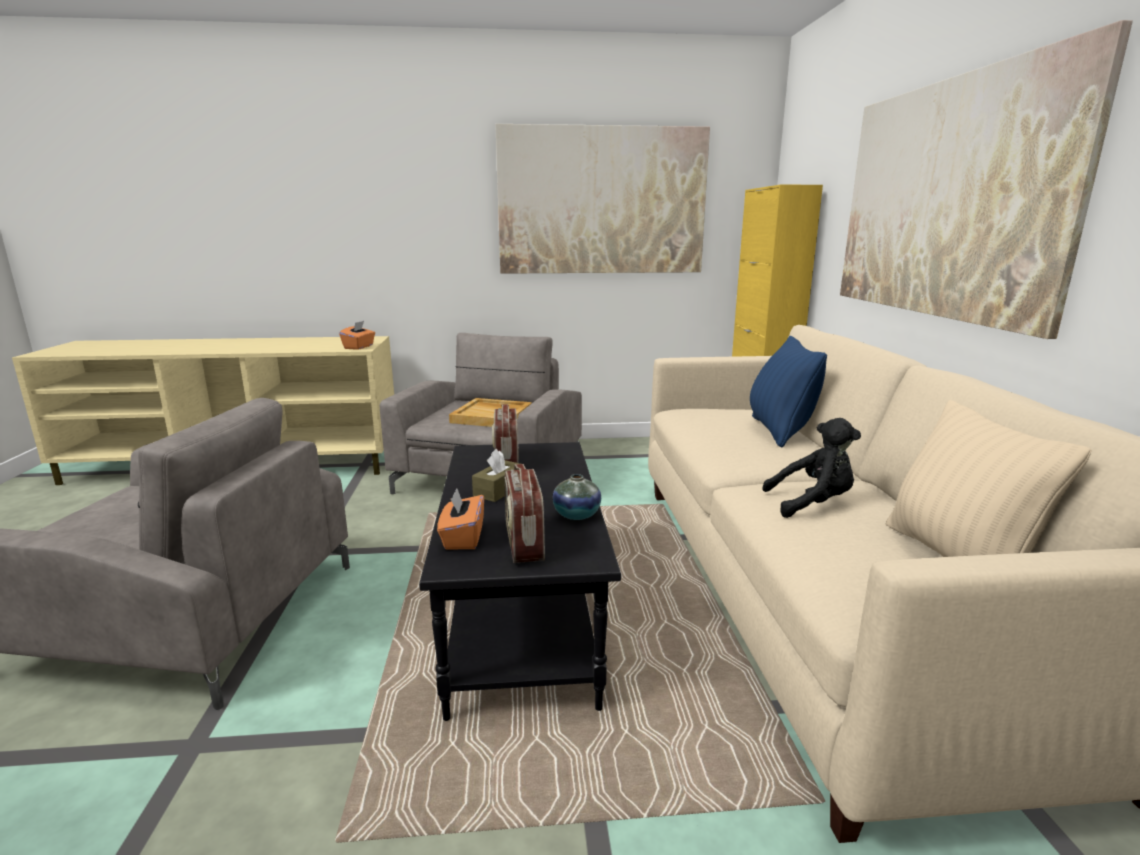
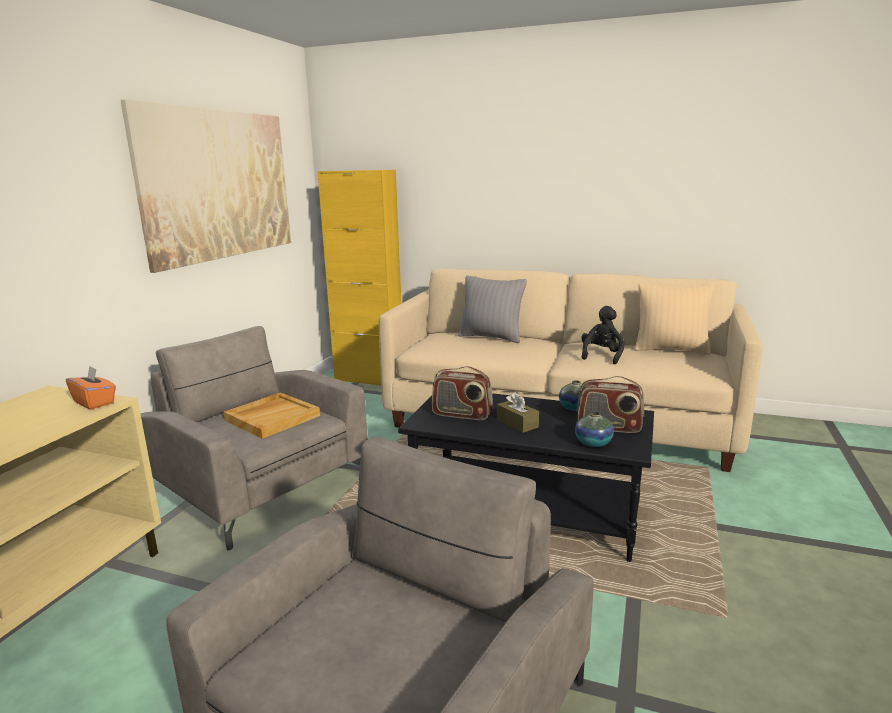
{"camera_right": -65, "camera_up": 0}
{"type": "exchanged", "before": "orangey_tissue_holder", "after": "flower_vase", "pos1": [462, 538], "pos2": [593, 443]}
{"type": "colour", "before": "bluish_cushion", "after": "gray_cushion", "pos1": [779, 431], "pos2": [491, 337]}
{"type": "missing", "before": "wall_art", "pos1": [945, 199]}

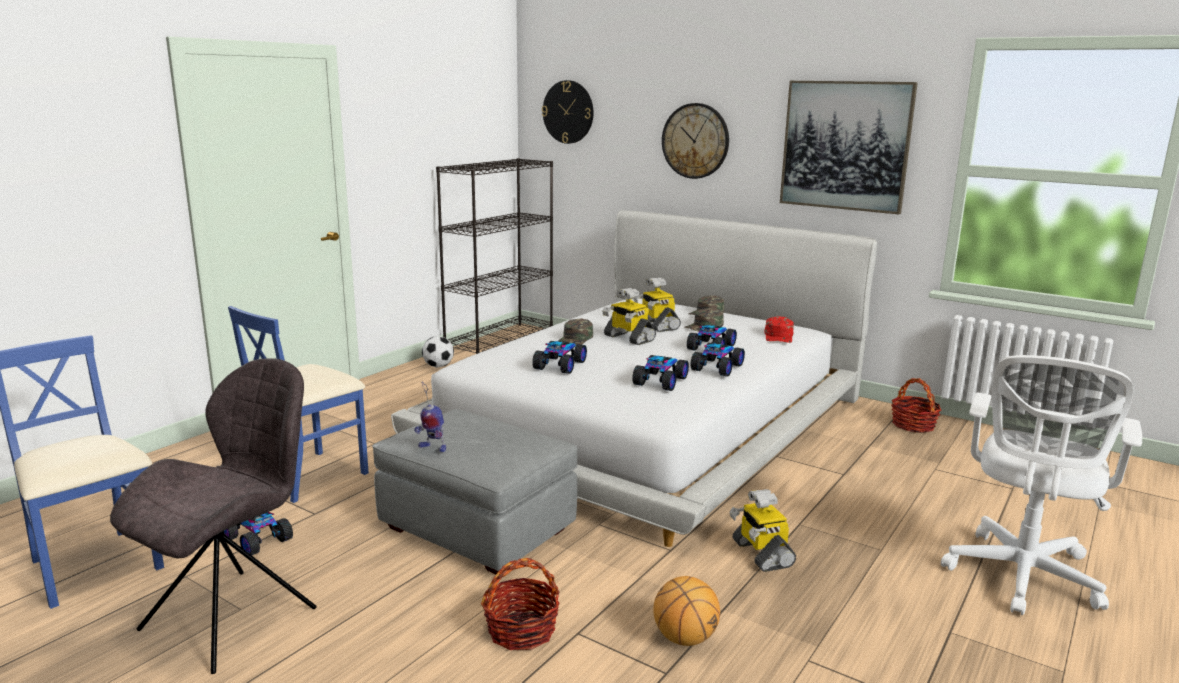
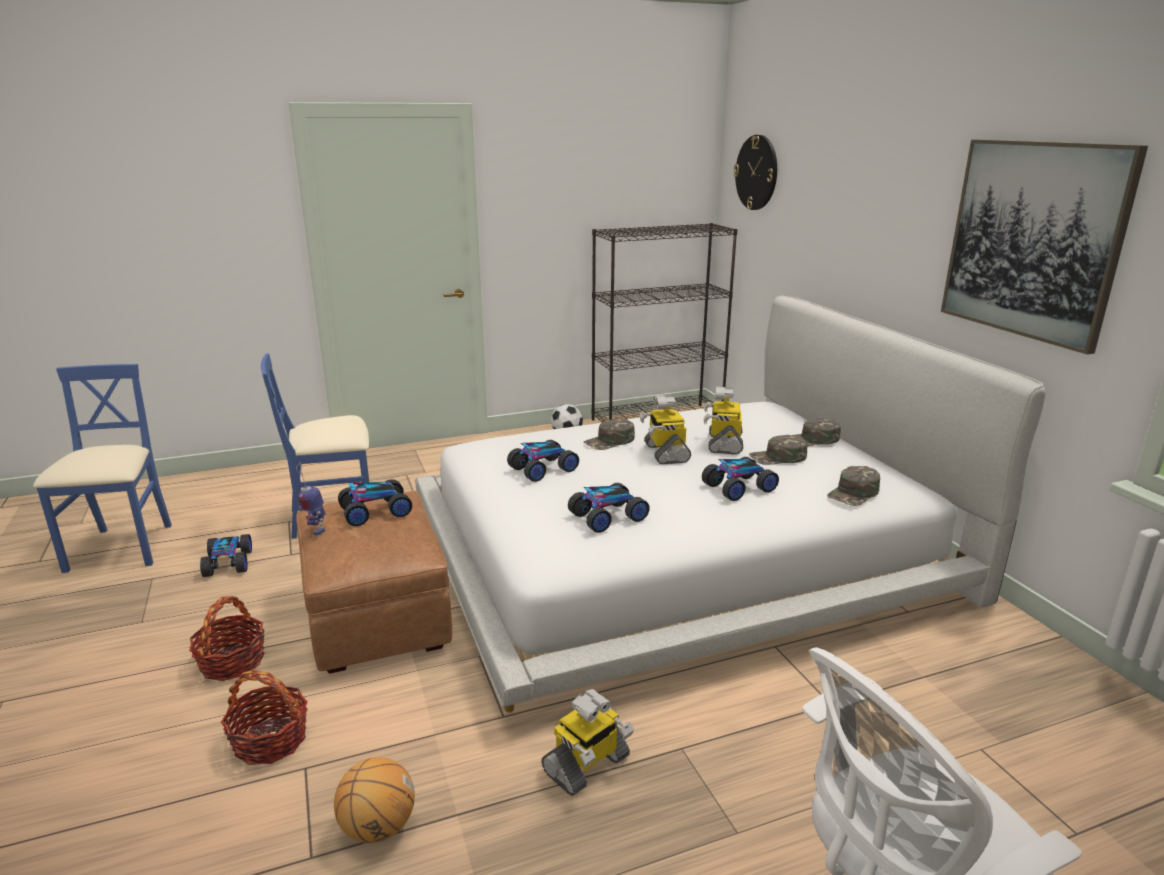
{"camera_right": 35, "camera_up": 5}
{"type": "missing", "before": "gray_chair", "pos1": [235, 616]}
{"type": "colour", "before": "gray_ottoman", "after": "brown-coloured_ottoman", "pos1": [478, 529], "pos2": [377, 617]}
{"type": "missing", "before": "wall_clock", "pos1": [695, 141]}
{"type": "relocated", "before": "miniature_car", "pos1": [718, 368], "pos2": [376, 512]}
{"type": "spun", "before": "robot_figure", "pos1": [761, 553], "pos2": [587, 766], "turn": -150}
{"type": "colour", "before": "red-coloured_cap", "after": "green-coloured_cap", "pos1": [779, 336], "pos2": [854, 493]}
{"type": "relocated", "before": "storage_basket", "pos1": [913, 425], "pos2": [232, 662]}

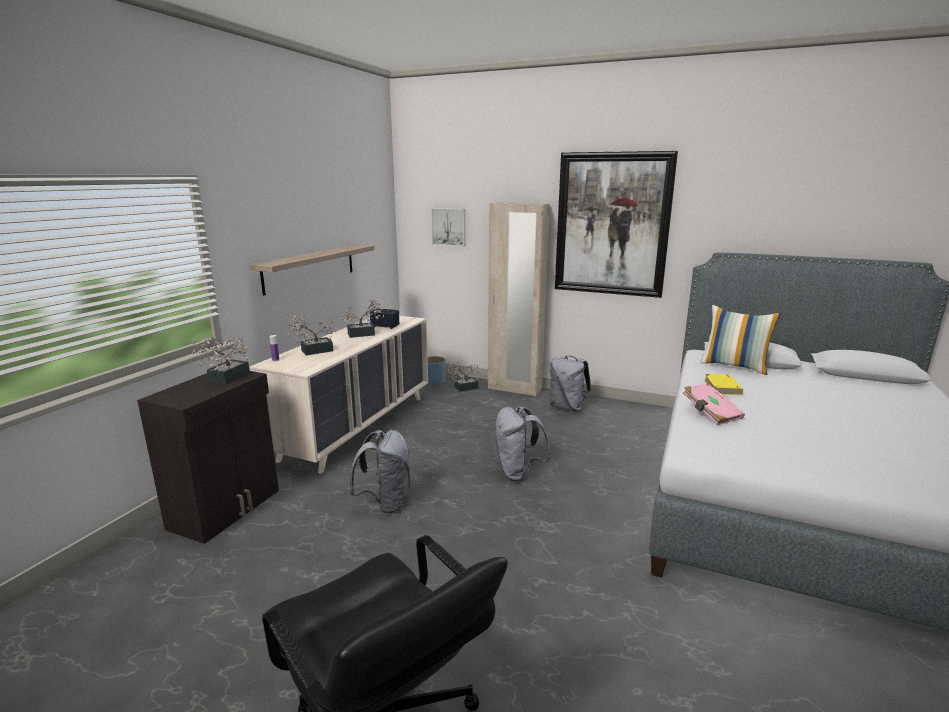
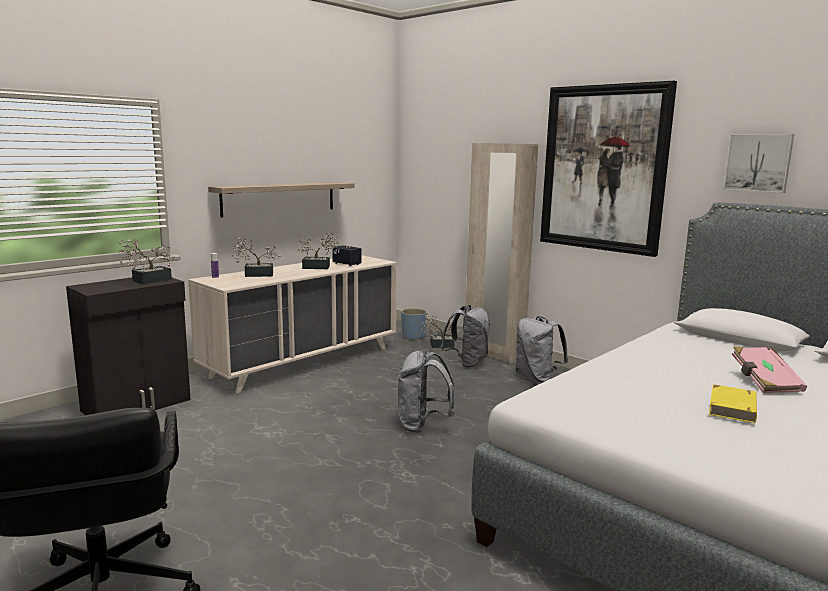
{"camera_right": 20, "camera_up": -5}
{"type": "relocated", "before": "gray_backpack", "pos1": [385, 502], "pos2": [467, 363]}
{"type": "relocated", "before": "wall_art", "pos1": [449, 227], "pos2": [758, 163]}
{"type": "relocated", "before": "pink_volume", "pos1": [710, 413], "pos2": [764, 382]}
{"type": "missing", "before": "cushion", "pos1": [734, 366]}
{"type": "relocated", "before": "yellow_volume", "pos1": [722, 387], "pos2": [733, 408]}

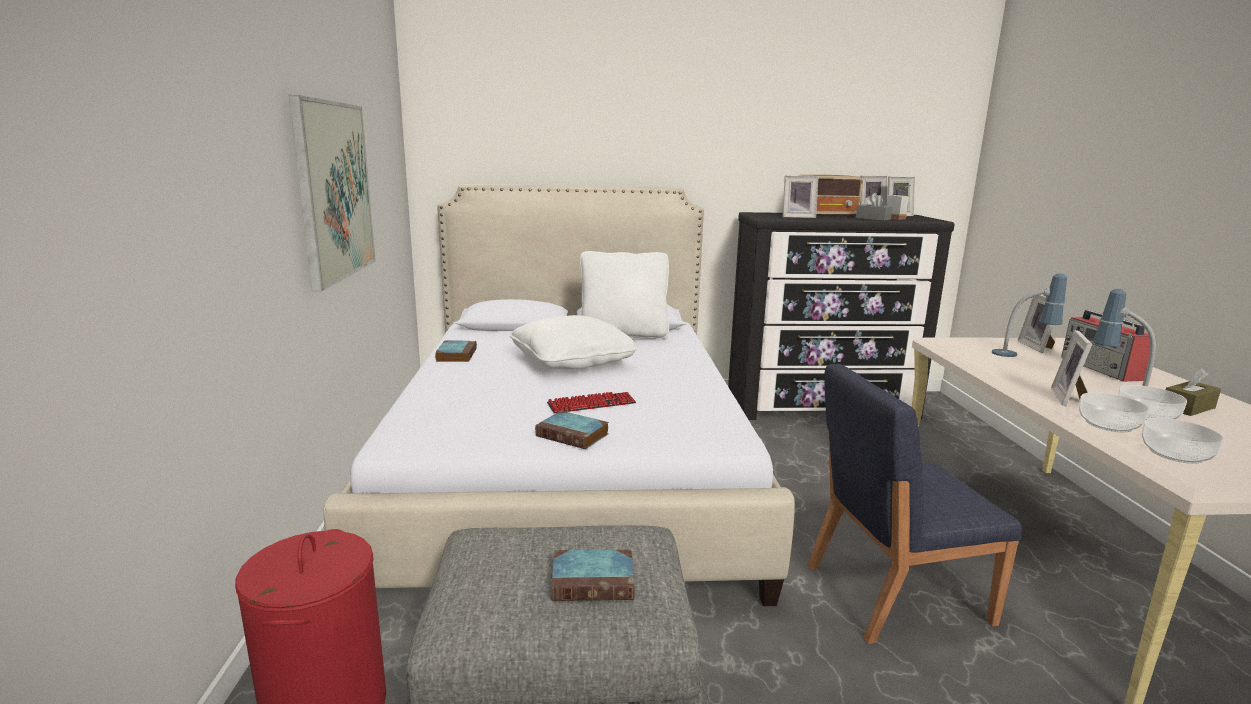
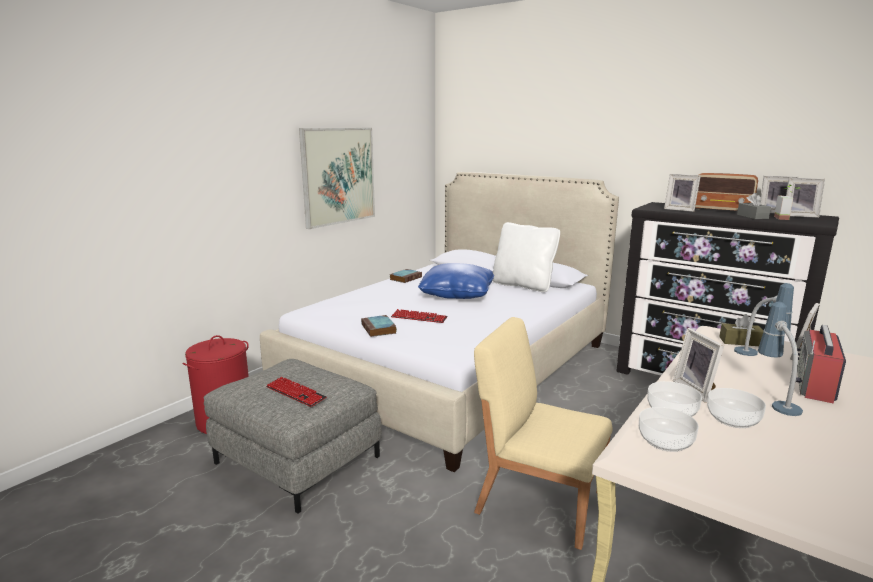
{"camera_right": 40, "camera_up": 0}
{"type": "colour", "before": "whitish_cushion", "after": "bluish_cushion", "pos1": [572, 362], "pos2": [457, 294]}
{"type": "exchanged", "before": "volume", "after": "PC_keyboard", "pos1": [595, 581], "pos2": [295, 393]}
{"type": "colour", "before": "bluish_chair", "after": "sand-coloured_chair", "pos1": [893, 593], "pos2": [538, 501]}
{"type": "spun", "before": "standing_frame", "pos1": [1069, 398], "pos2": [697, 390], "turn": -75}
{"type": "relocated", "before": "brown-coloured_tissue_holder", "pos1": [1188, 407], "pos2": [740, 341]}

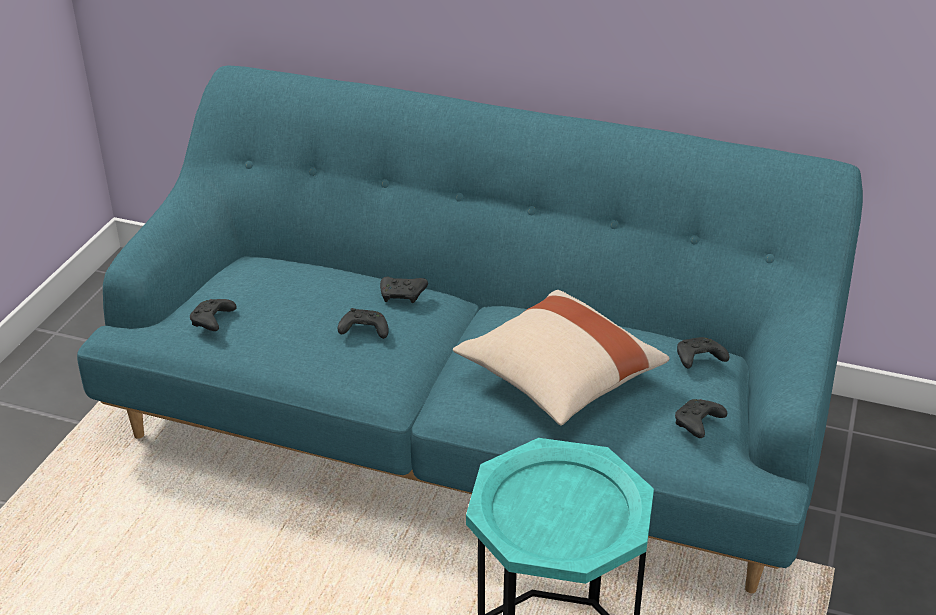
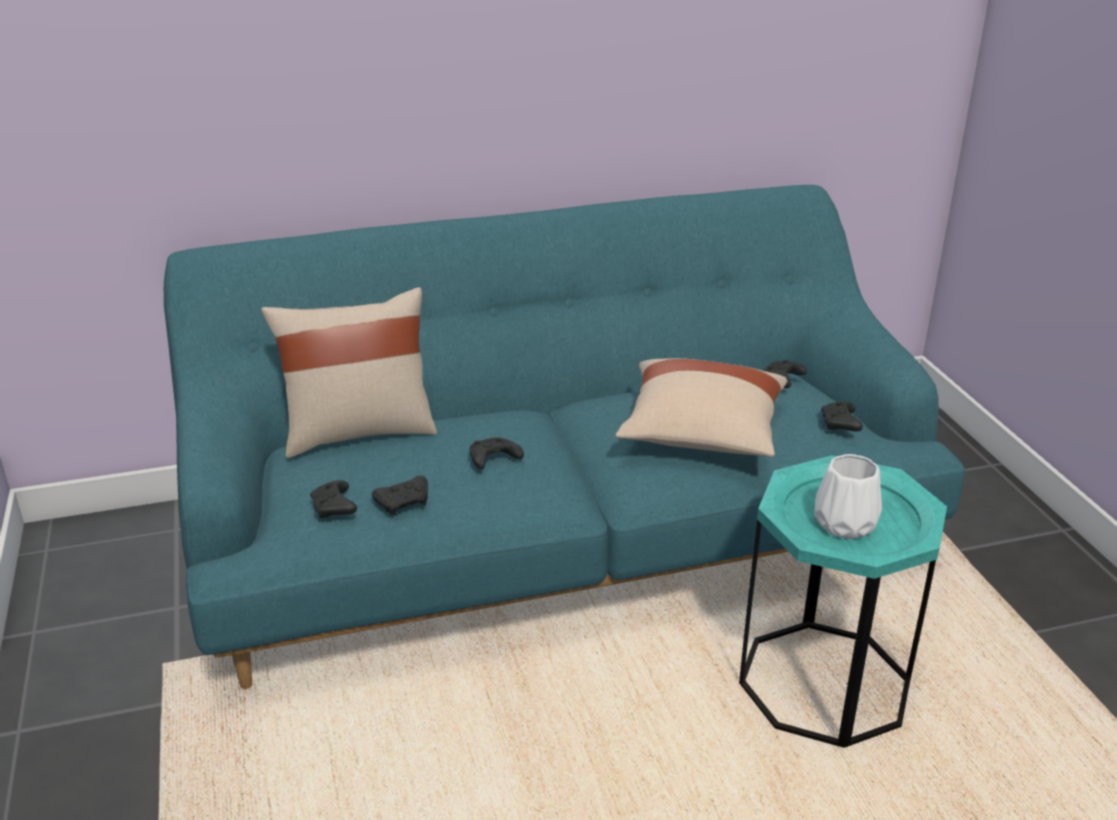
{"camera_right": -35, "camera_up": -5}
{"type": "relocated", "before": "black_joypad", "pos1": [403, 295], "pos2": [404, 502]}
{"type": "appeared", "after": "sand-coloured_cushion", "pos2": [359, 432]}
{"type": "appeared", "after": "whitish_flower_vase", "pos2": [845, 523]}

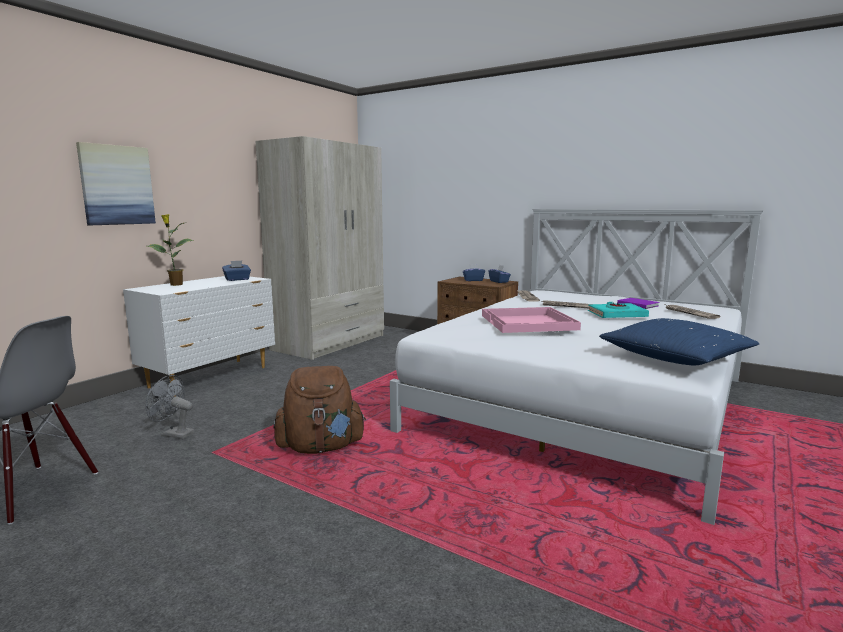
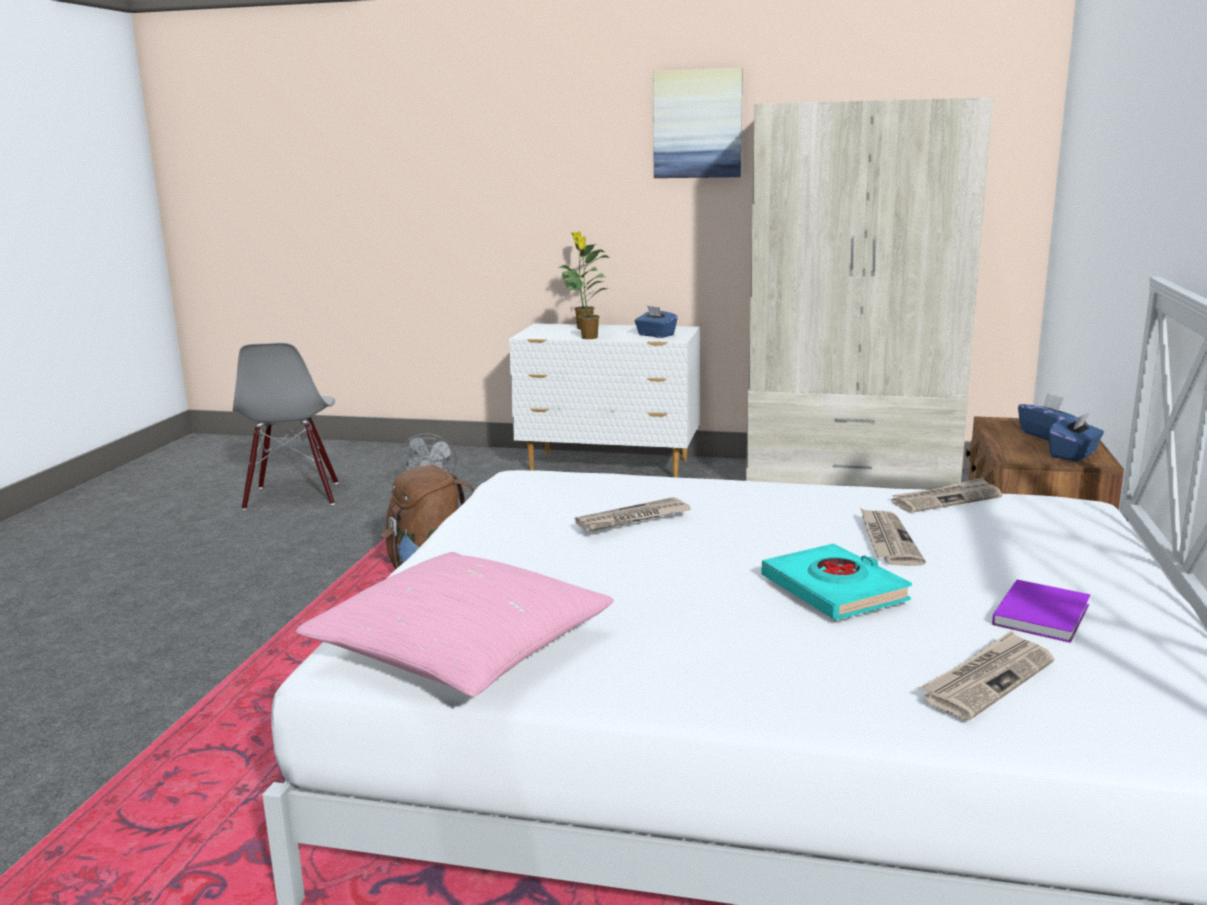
{"camera_right": 70, "camera_up": 5}
{"type": "relocated", "before": "wall_art", "pos1": [117, 185], "pos2": [697, 124]}
{"type": "exchanged", "before": "pink_tray", "after": "newspaper", "pos1": [529, 322], "pos2": [633, 519]}
{"type": "colour", "before": "bluish_cushion", "after": "pink_cushion", "pos1": [676, 358], "pos2": [462, 650]}
{"type": "appeared", "after": "plant_in_a_pot", "pos2": [588, 337]}

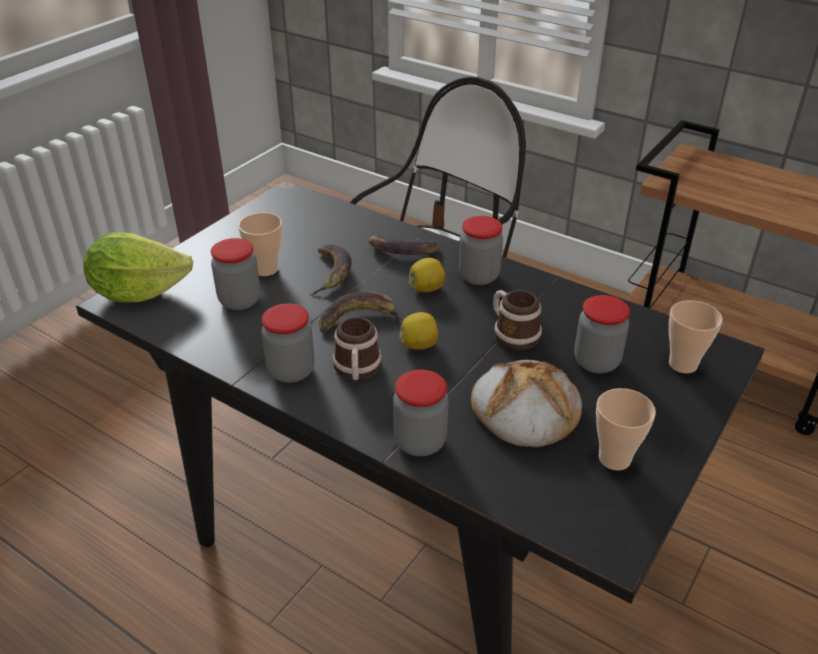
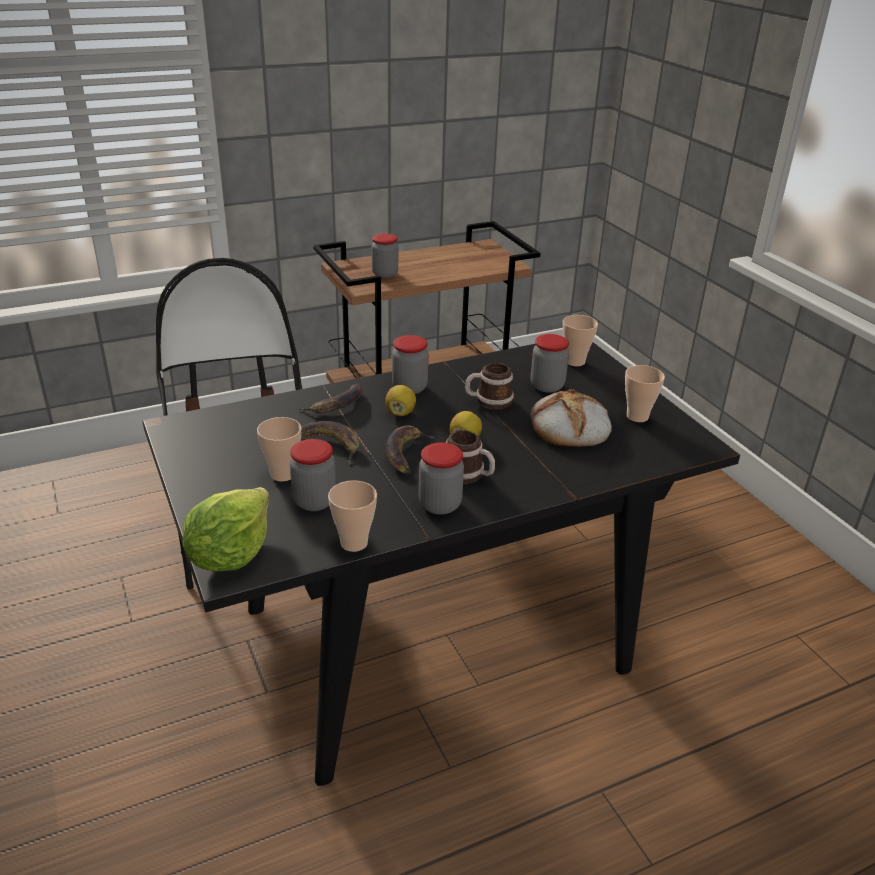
{"camera_right": -60, "camera_up": -5}
{"type": "relocated", "before": "preserve_jar", "pos1": [420, 442], "pos2": [385, 274]}
{"type": "appeared", "after": "cup", "pos2": [354, 543]}

